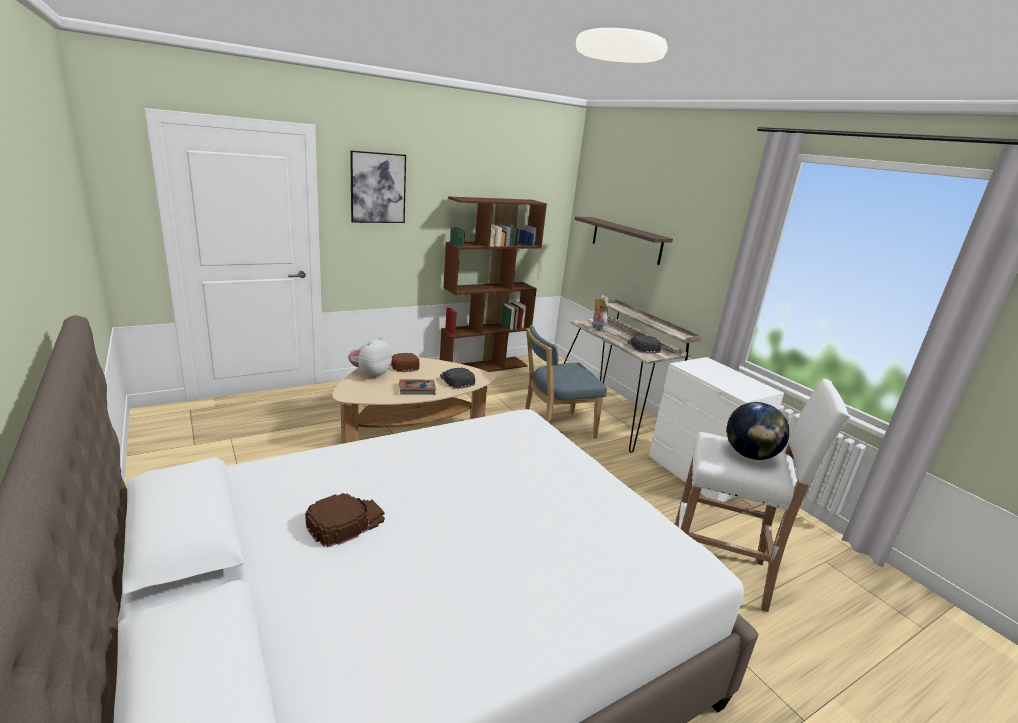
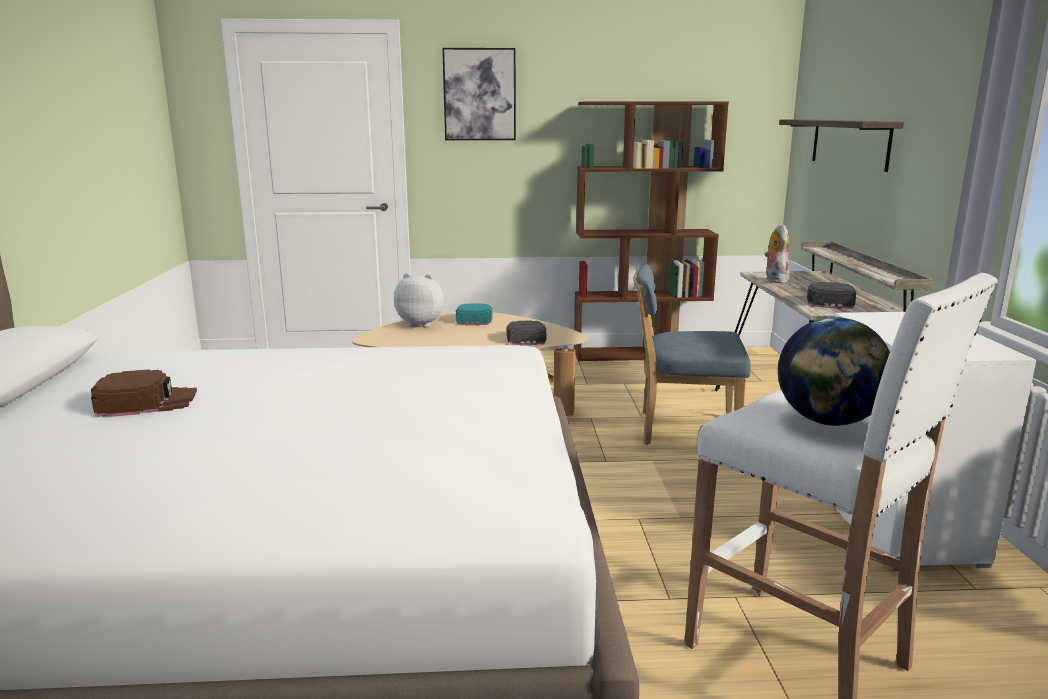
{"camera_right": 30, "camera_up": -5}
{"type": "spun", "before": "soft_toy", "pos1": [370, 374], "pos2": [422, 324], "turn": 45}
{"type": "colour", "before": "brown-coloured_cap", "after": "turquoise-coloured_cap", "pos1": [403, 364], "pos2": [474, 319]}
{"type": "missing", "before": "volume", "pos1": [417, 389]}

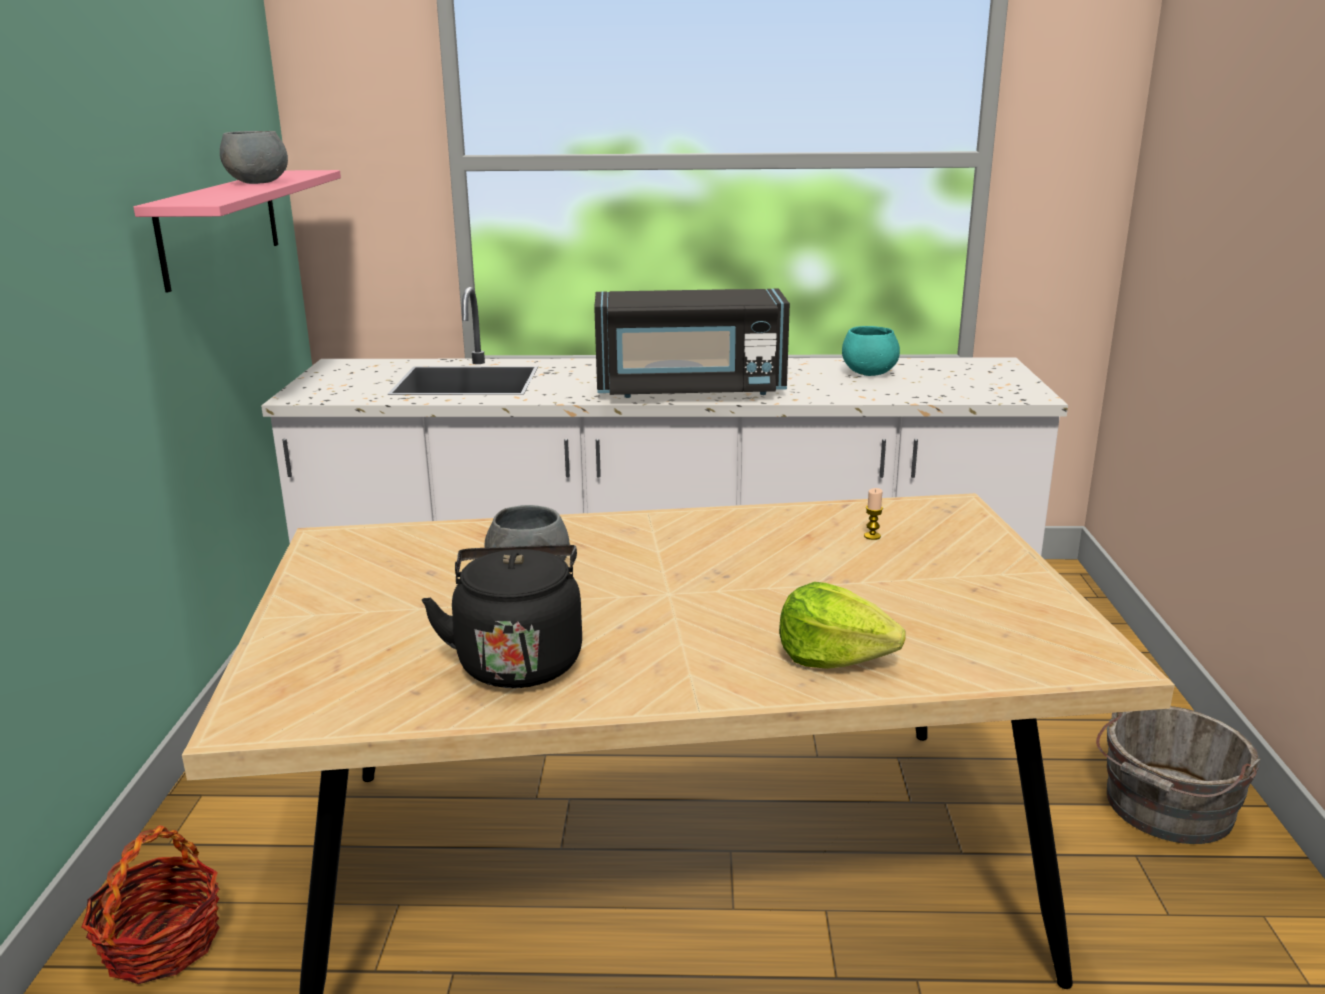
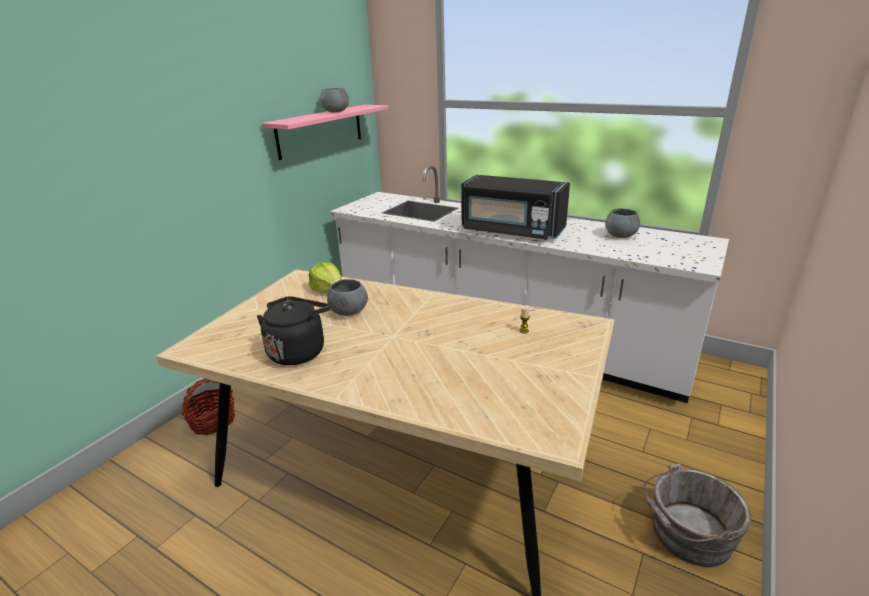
{"camera_right": 30, "camera_up": 5}
{"type": "relocated", "before": "lettuce", "pos1": [833, 656], "pos2": [328, 290]}
{"type": "colour", "before": "turquoise-coloured_serving_bowl", "after": "gray_serving_bowl", "pos1": [869, 373], "pos2": [621, 236]}

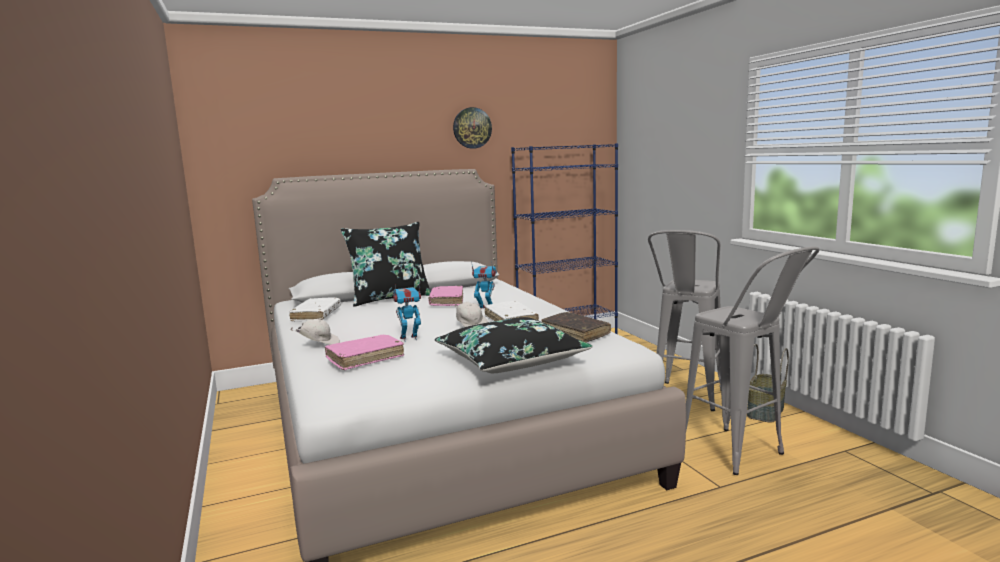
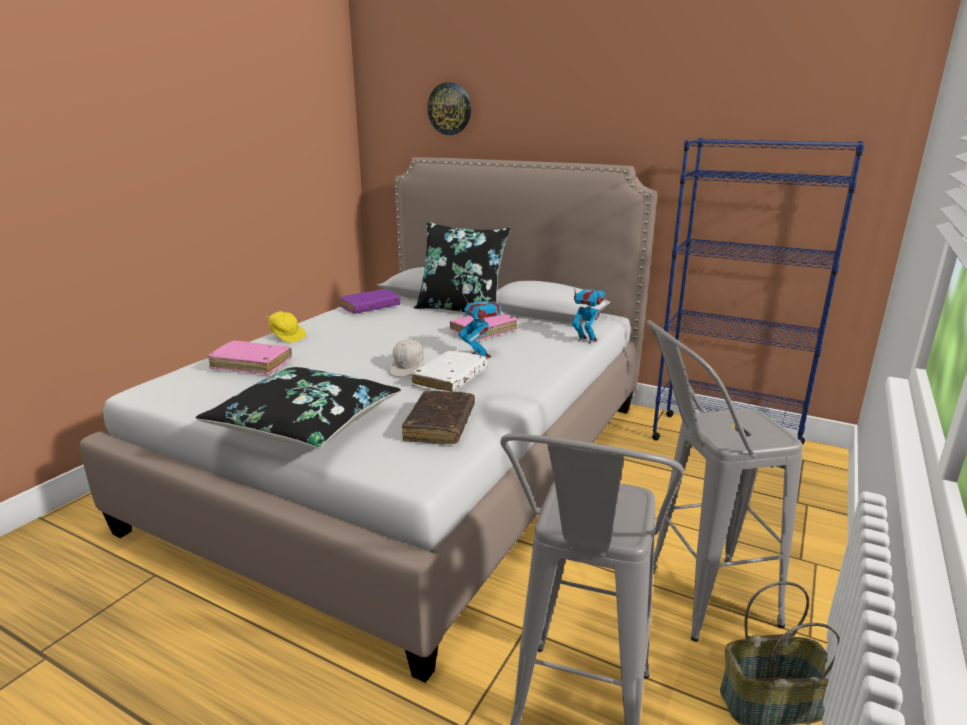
{"camera_right": 50, "camera_up": 10}
{"type": "colour", "before": "whitish_volume", "after": "purple-coloured_volume", "pos1": [316, 315], "pos2": [370, 307]}
{"type": "colour", "before": "whitish_cap", "after": "yellow_cap", "pos1": [319, 344], "pos2": [287, 337]}
{"type": "relocated", "before": "robot_figure", "pos1": [409, 338], "pos2": [586, 340]}
{"type": "relocated", "before": "wall_clock", "pos1": [472, 128], "pos2": [450, 109]}

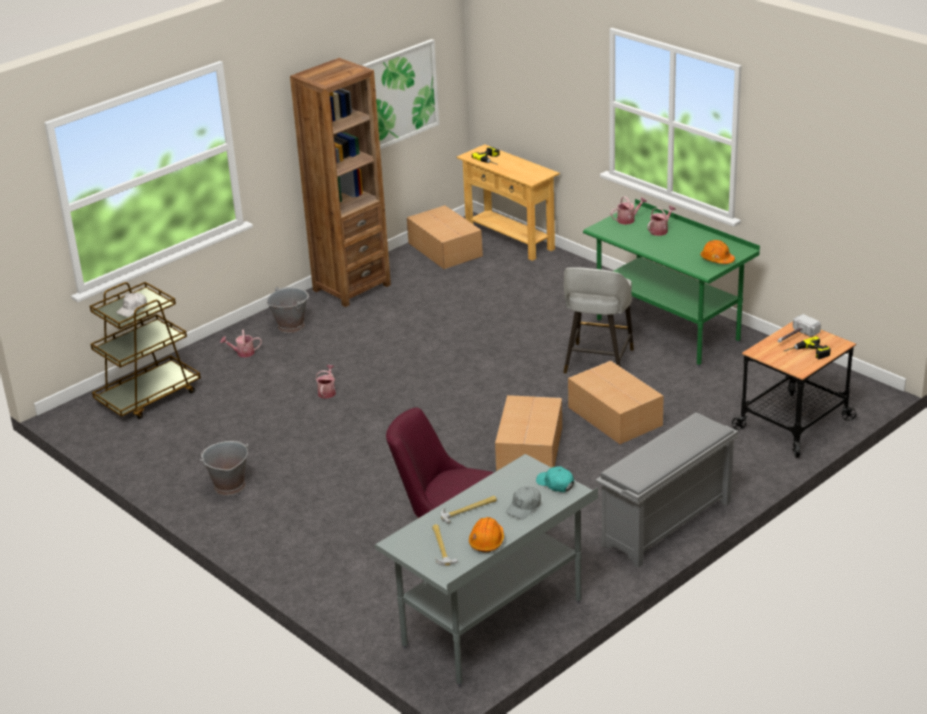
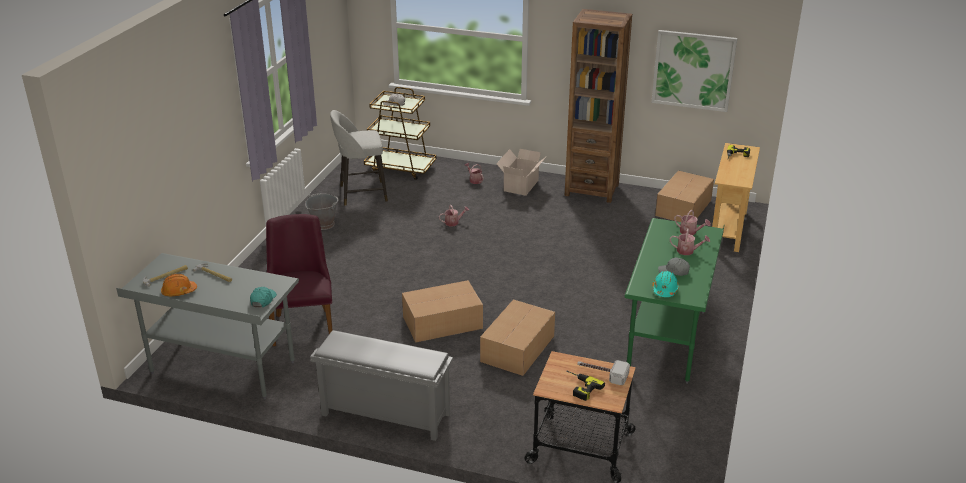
{"camera_right": 60, "camera_up": 0}
{"type": "exchanged", "before": "gray_water_bucket", "after": "packing_box", "pos1": [291, 326], "pos2": [522, 185]}
{"type": "relocated", "before": "gray_cap", "pos1": [524, 507], "pos2": [673, 271]}
{"type": "relocated", "before": "gray_stool_seat", "pos1": [597, 362], "pos2": [361, 193]}
{"type": "colour", "before": "orangey_hard_hat", "after": "turquoise-coloured_hard_hat", "pos1": [717, 259], "pos2": [665, 290]}

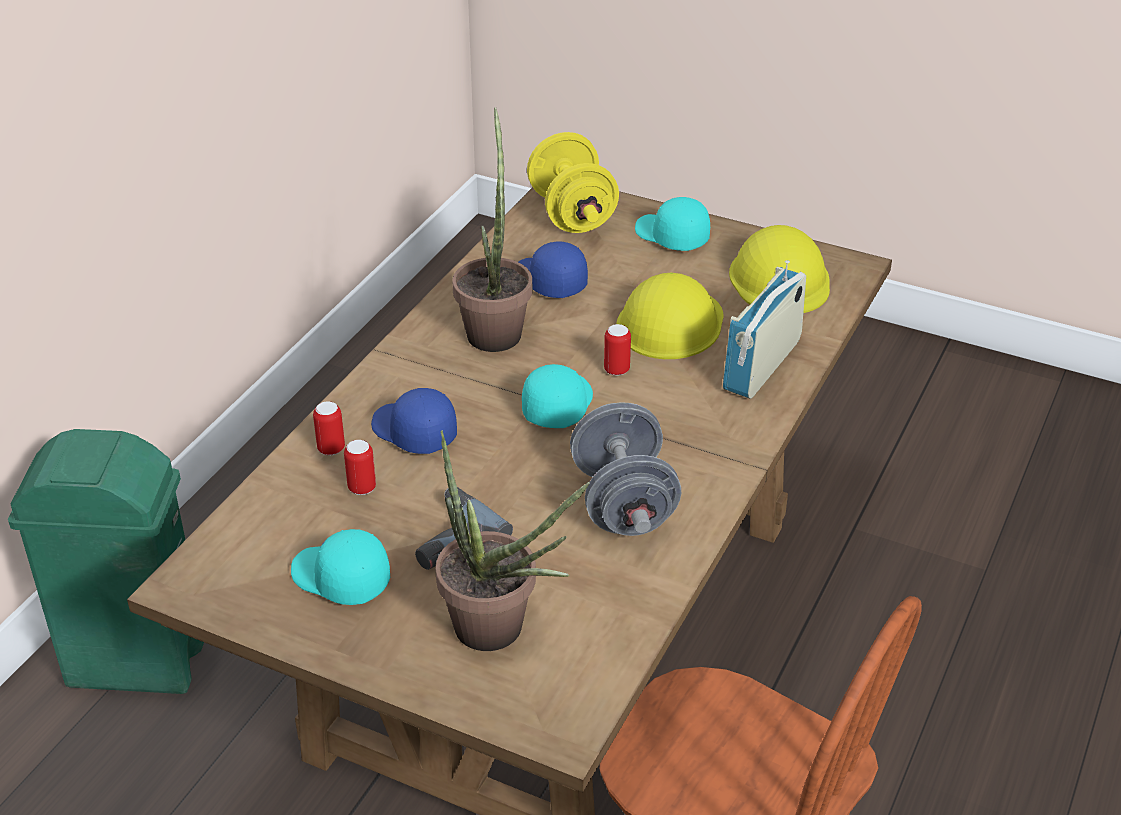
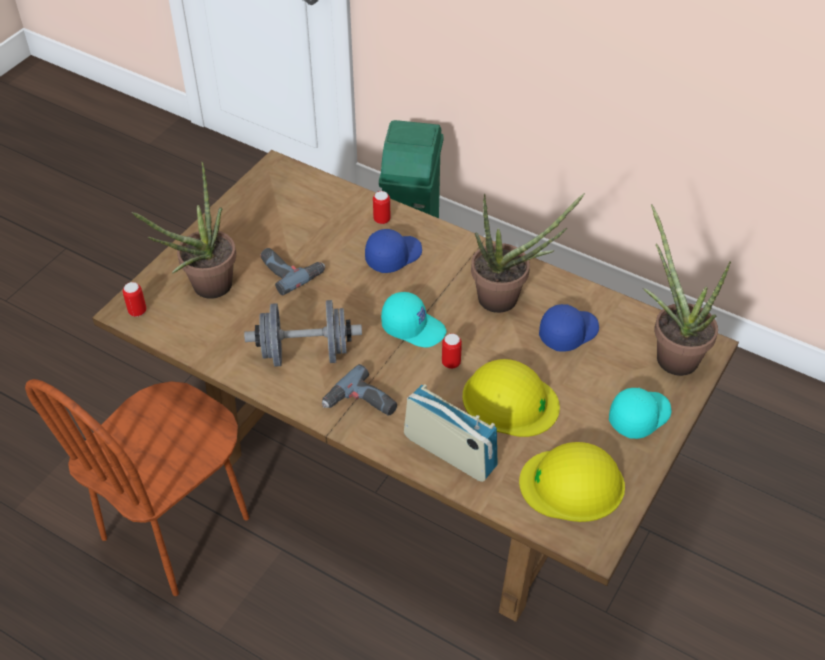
{"camera_right": 95, "camera_up": 10}
{"type": "missing", "before": "turquoise-coloured_cap", "pos1": [339, 579]}
{"type": "relocated", "before": "sealed_can", "pos1": [362, 488], "pos2": [137, 311]}
{"type": "exchanged", "before": "yellow_free_weight", "after": "plant_in_a_pot", "pos1": [572, 214], "pos2": [670, 353]}
{"type": "appeared", "after": "power_drill", "pos2": [361, 404]}

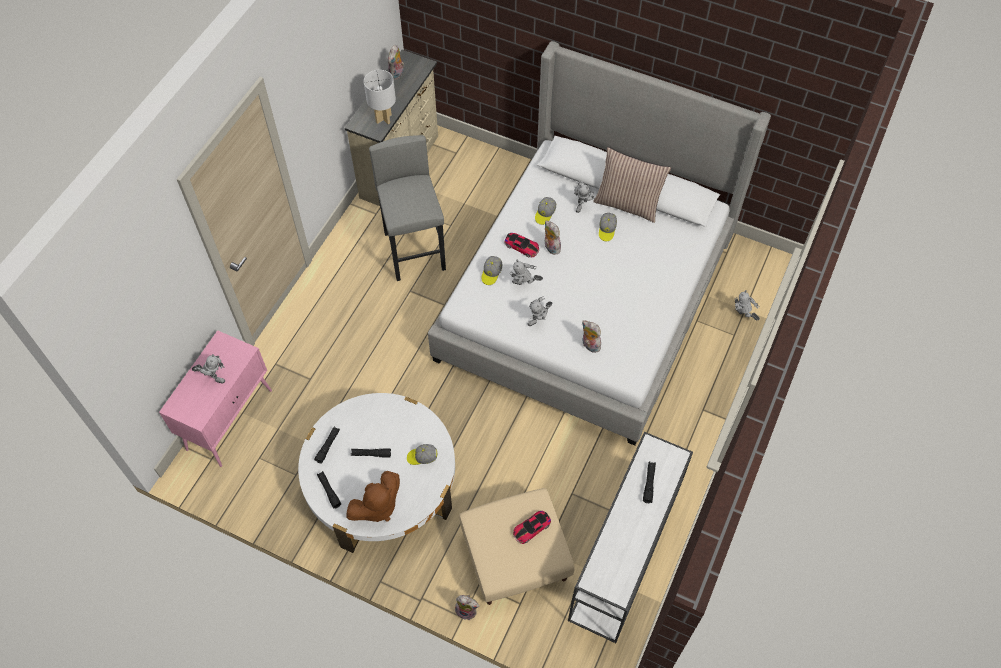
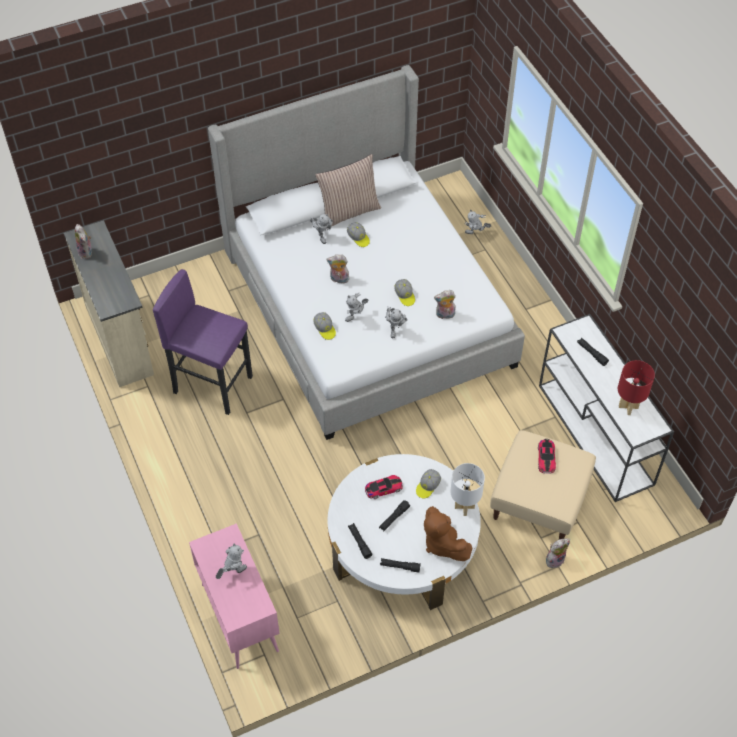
{"camera_right": -50, "camera_up": -5}
{"type": "spun", "before": "brown-coloured_soft_toy", "pos1": [376, 507], "pos2": [443, 543], "turn": 150}
{"type": "relocated", "before": "whitish_tabletop_lamp", "pos1": [384, 119], "pos2": [465, 507]}
{"type": "colour", "before": "gray_stool_seat", "after": "purple-coloured_stool_seat", "pos1": [415, 251], "pos2": [213, 384]}
{"type": "relocated", "before": "miniature_car", "pos1": [521, 247], "pos2": [383, 488]}
{"type": "relocated", "before": "cap", "pos1": [545, 214], "pos2": [404, 295]}
{"type": "appeared", "after": "red-coloured_tabletop_lamp", "pos2": [628, 407]}

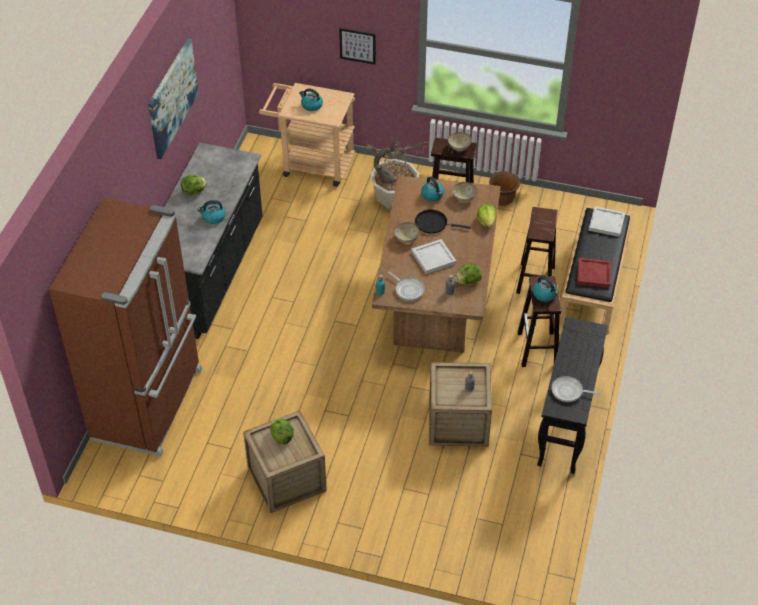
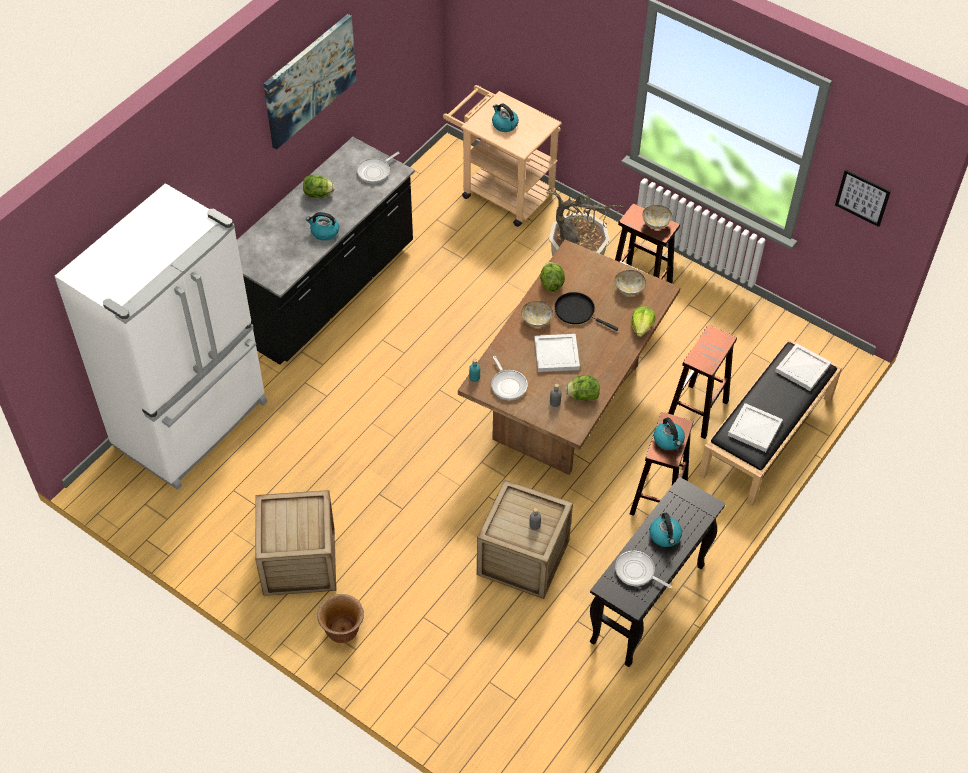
{"camera_right": 20, "camera_up": 5}
{"type": "colour", "before": "brown-coloured_refrigerator", "after": "whitish_refrigerator", "pos1": [150, 404], "pos2": [193, 425]}
{"type": "relocated", "before": "lettuce", "pos1": [281, 436], "pos2": [551, 283]}
{"type": "relocated", "before": "wall_art", "pos1": [357, 45], "pos2": [862, 197]}
{"type": "relocated", "before": "water_kettle", "pos1": [433, 195], "pos2": [665, 536]}
{"type": "relocated", "before": "brown-coloured_flower_pot", "pos1": [502, 200], "pos2": [343, 631]}
{"type": "colour", "before": "red-coloured_tray", "after": "whitish_tray", "pos1": [594, 274], "pos2": [755, 429]}
{"type": "appeared", "after": "skillet", "pos2": [375, 171]}

